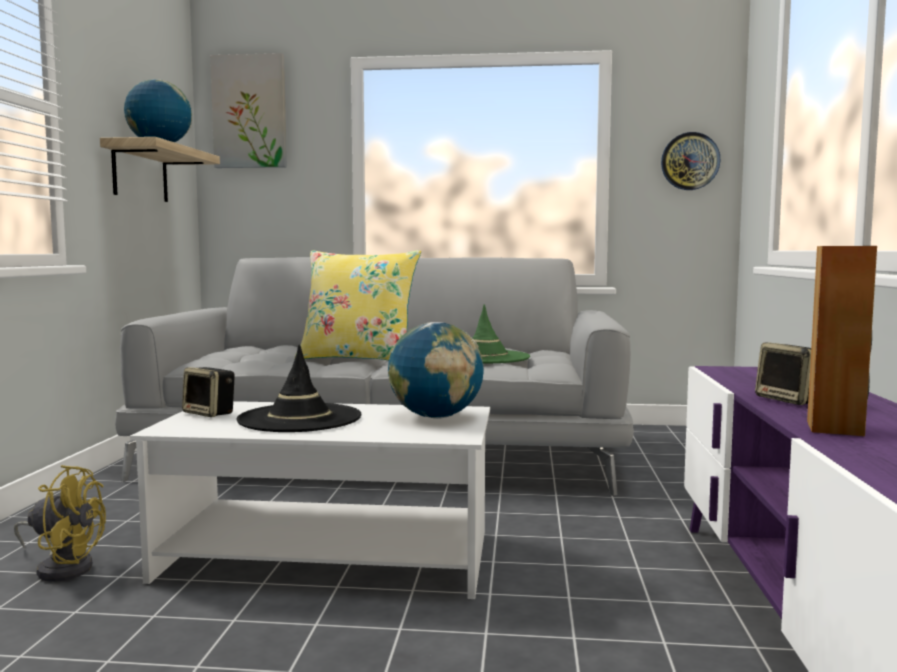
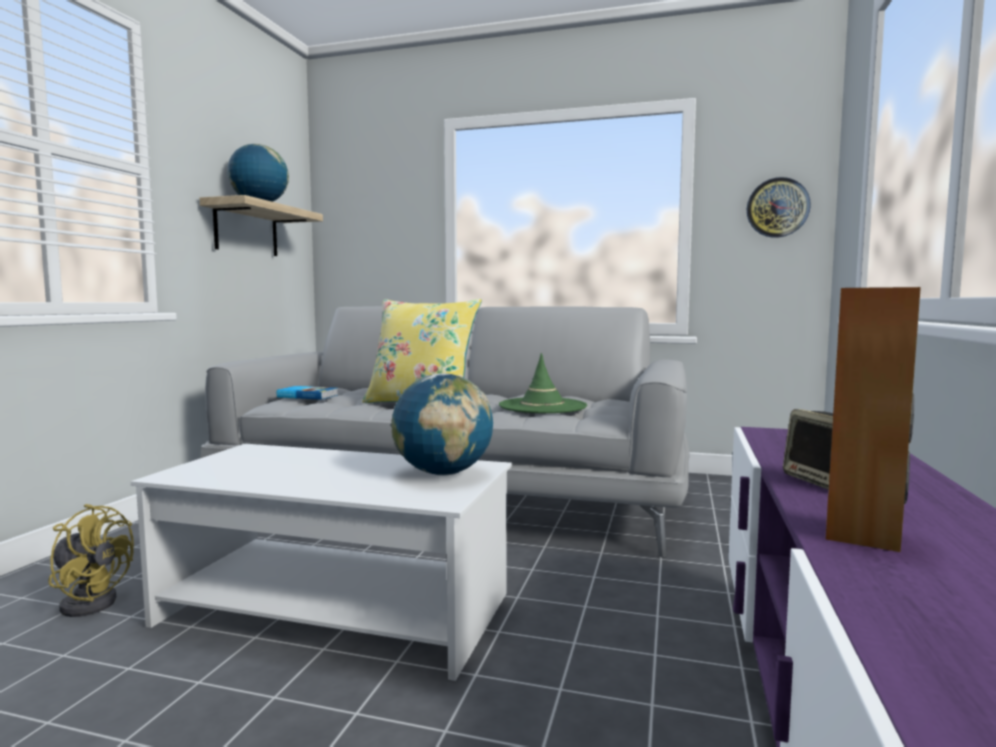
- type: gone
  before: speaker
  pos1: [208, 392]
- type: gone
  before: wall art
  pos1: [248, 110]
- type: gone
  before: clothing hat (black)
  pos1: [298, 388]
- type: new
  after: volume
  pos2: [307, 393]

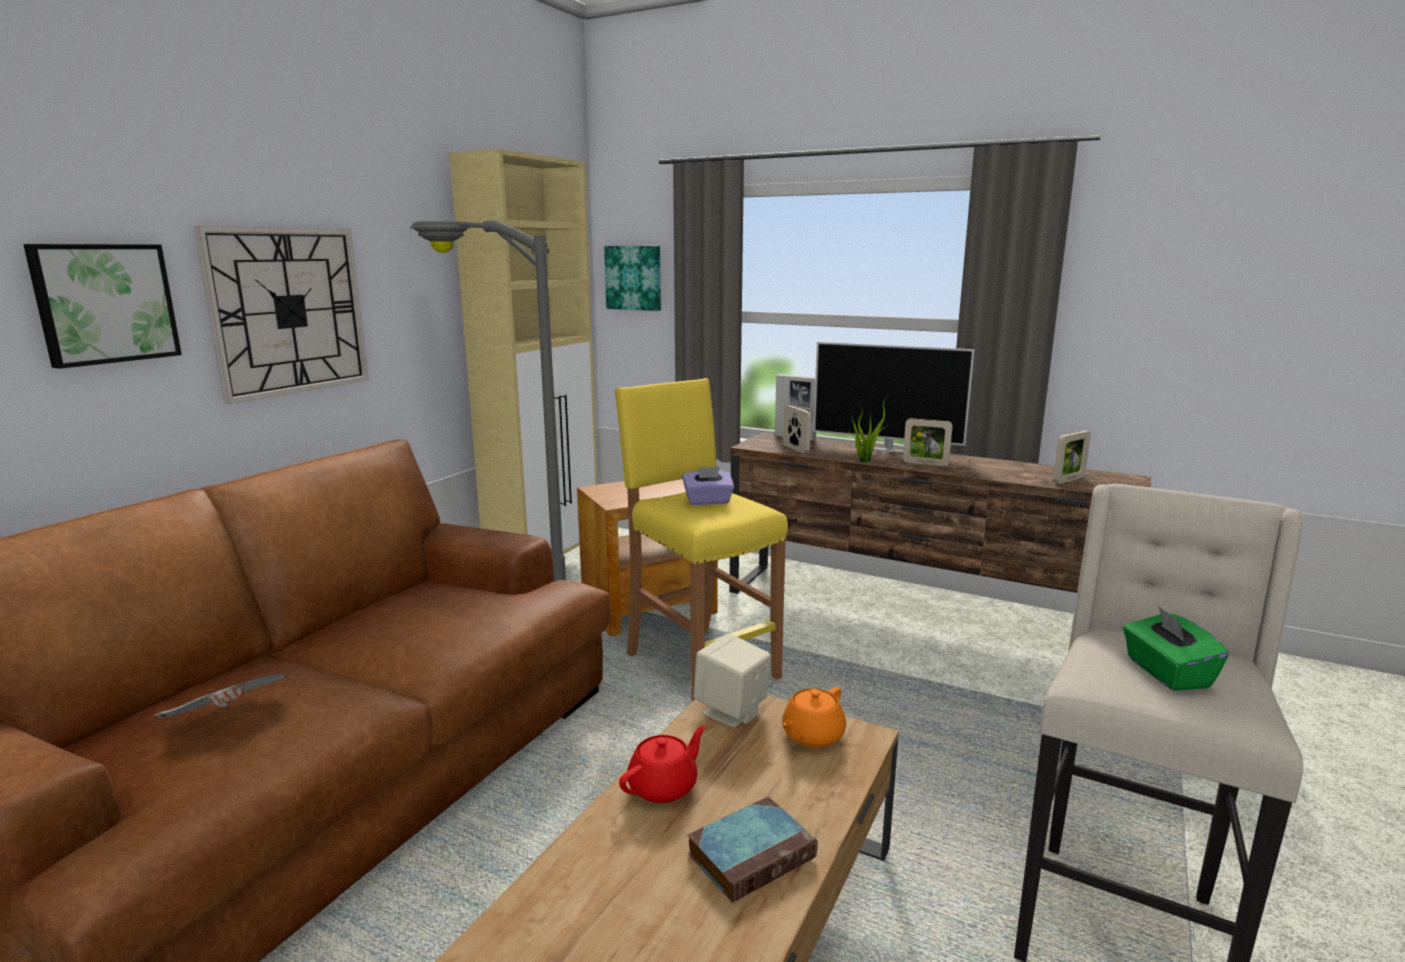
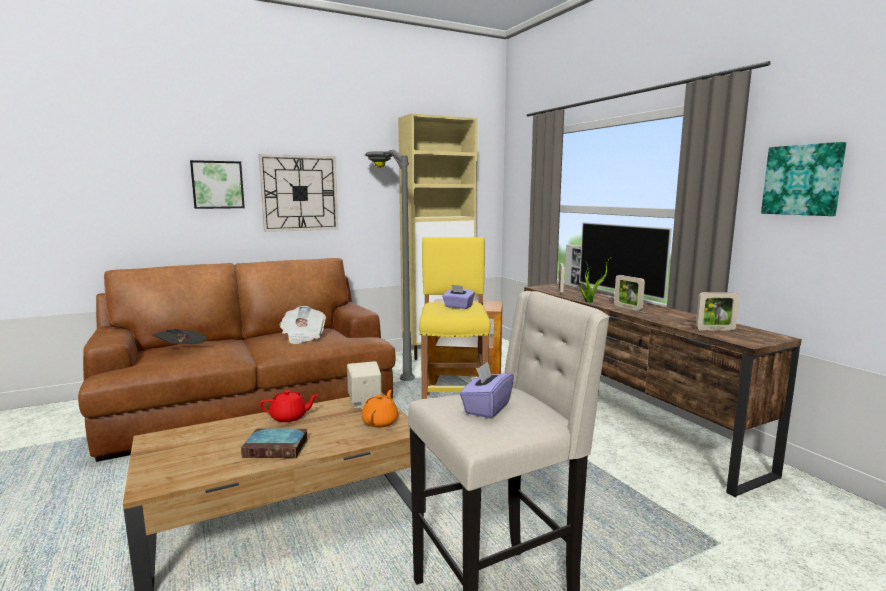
- type: shifted
  before: wall art
  pos1: [632, 278]
  pos2: [803, 179]
- type: rotated
  before: pot for tea (orange-coloured)
  pos1: [814, 717]
  pos2: [379, 409]
  turn: 120
- type: repainted
  before: tissue holder (green)
  after: tissue holder (purple)
  pos1: [1176, 648]
  pos2: [487, 390]
- type: new
  after: printed paper
  pos2: [303, 325]

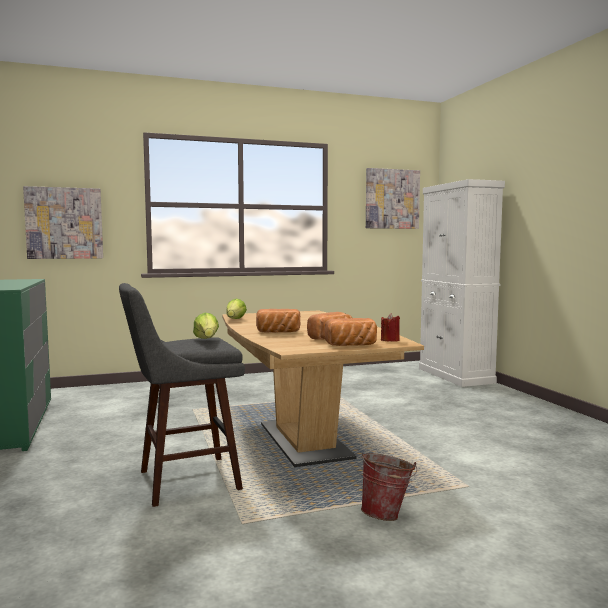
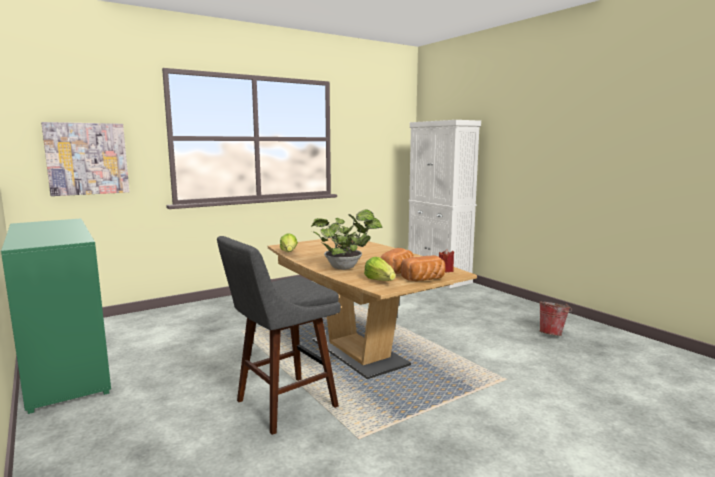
- type: shifted
  before: lettuce head
  pos1: [206, 326]
  pos2: [380, 269]
- type: swapped
  before: bread
  after: potted plant
  pos1: [278, 321]
  pos2: [347, 239]
- type: shifted
  before: bucket
  pos1: [389, 487]
  pos2: [555, 318]
- type: gone
  before: wall art
  pos1: [393, 198]

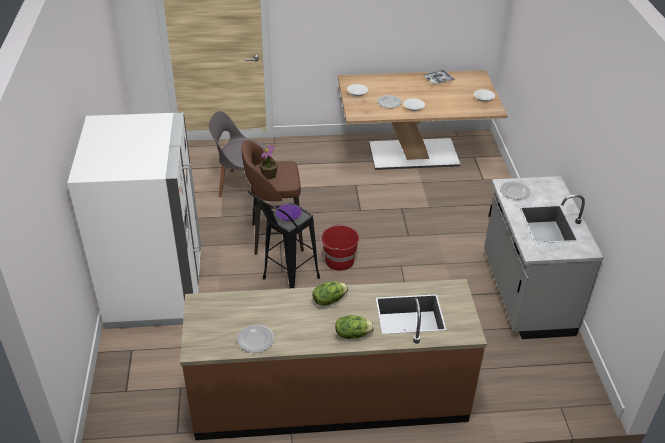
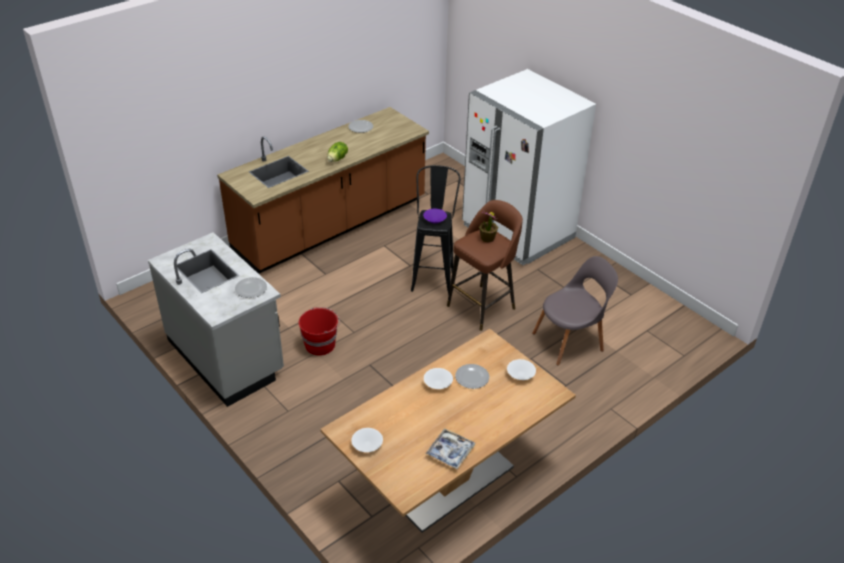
- type: shifted
  before: bucket (red-coloured)
  pos1: [339, 247]
  pos2: [319, 331]
- type: gone
  before: lettuce head
  pos1: [355, 327]

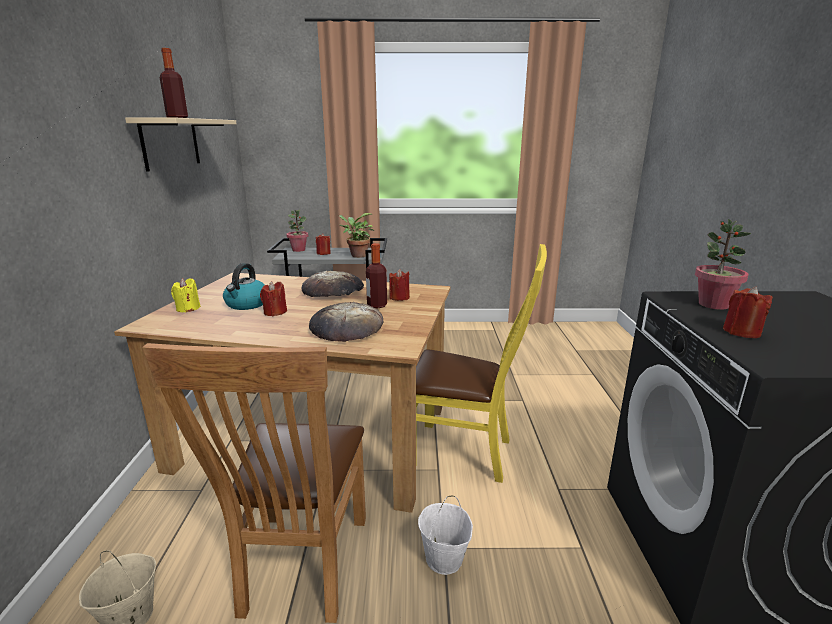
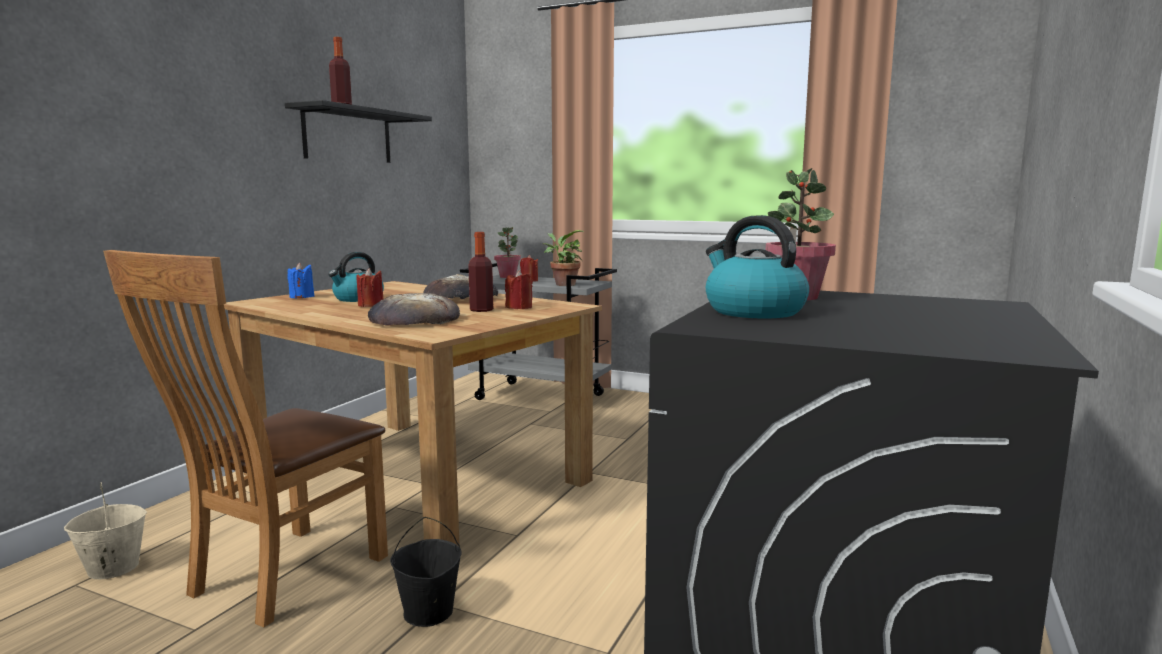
- type: repainted
  before: shelf (beige-coloured)
  after: shelf (black)
  pos1: [181, 145]
  pos2: [358, 131]
- type: repainted
  before: wax candle (yellowish)
  after: wax candle (blue)
  pos1: [186, 295]
  pos2: [300, 281]
- type: gone
  before: chair (yellowish)
  pos1: [481, 363]
- type: repainted
  before: bucket (whitish)
  after: bucket (black)
  pos1: [445, 535]
  pos2: [426, 572]
- type: swapped
  before: wax candle (red-coloured)
  after: water kettle
  pos1: [748, 312]
  pos2: [757, 267]

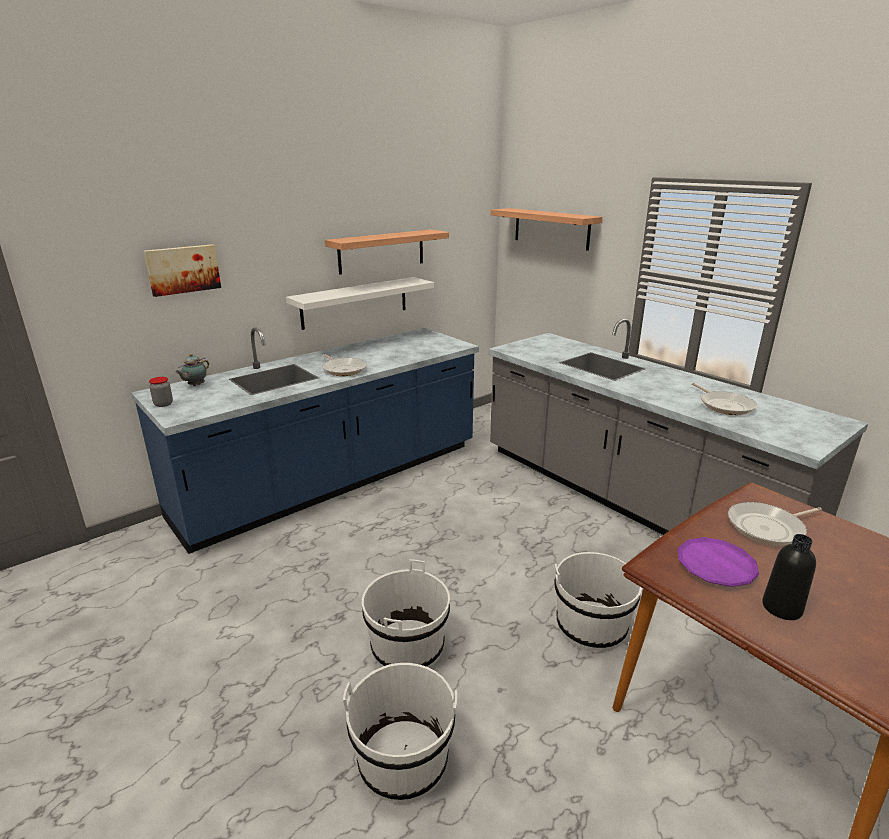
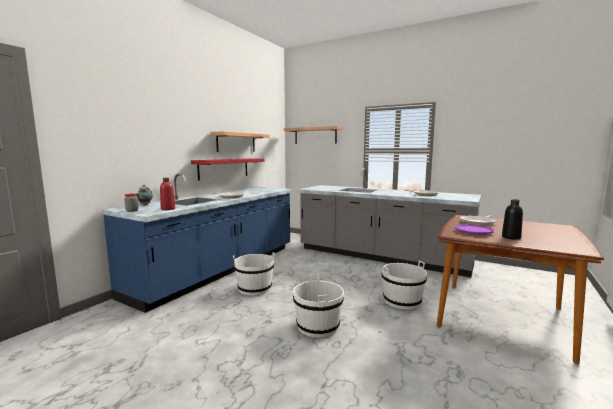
- type: gone
  before: wall art
  pos1: [182, 270]
- type: repainted
  before: shelf (whitish)
  after: shelf (red-coloured)
  pos1: [360, 303]
  pos2: [228, 169]
- type: shifted
  before: bucket (whitish)
  pos1: [400, 733]
  pos2: [254, 274]
- type: new
  after: drink bottle (red-coloured)
  pos2: [167, 194]

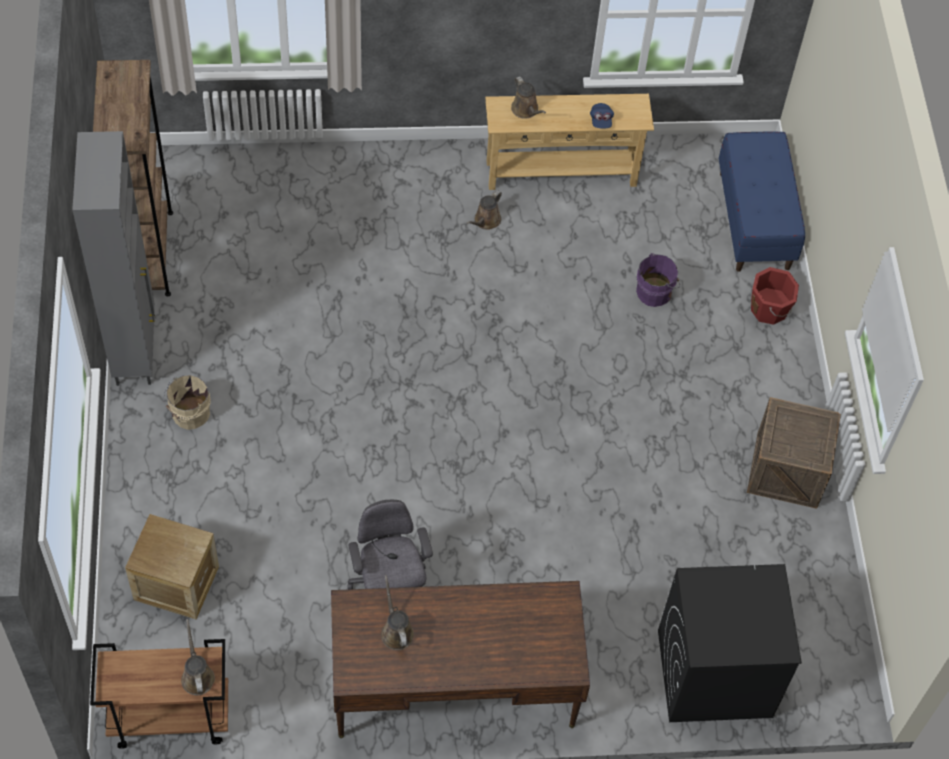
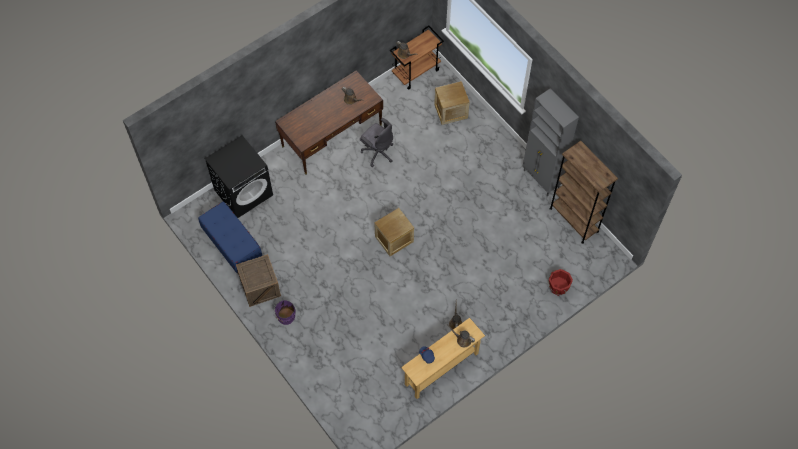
- type: gone
  before: bucket (beige-coloured)
  pos1: [187, 402]
- type: shifted
  before: bucket (purple)
  pos1: [658, 280]
  pos2: [284, 312]
- type: shifted
  before: long seat (blue)
  pos1: [762, 201]
  pos2: [230, 238]
- type: shifted
  before: bucket (red-coloured)
  pos1: [775, 296]
  pos2: [560, 282]
- type: new
  after: packing crate
  pos2: [394, 232]

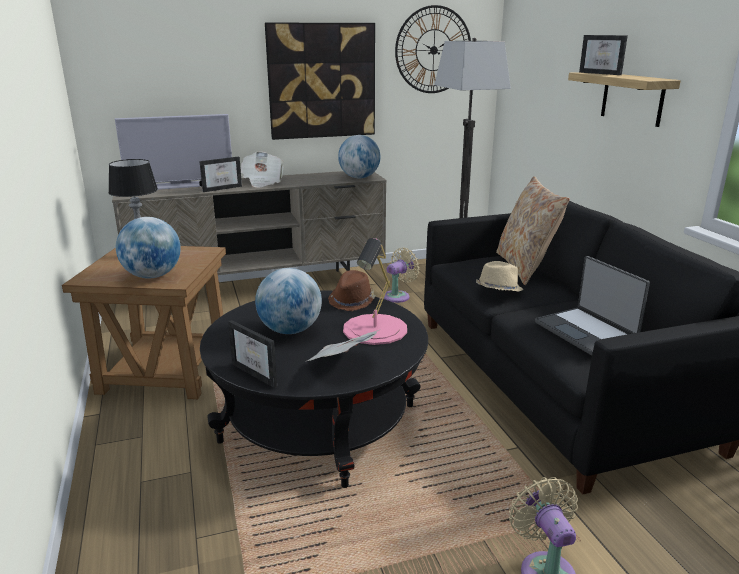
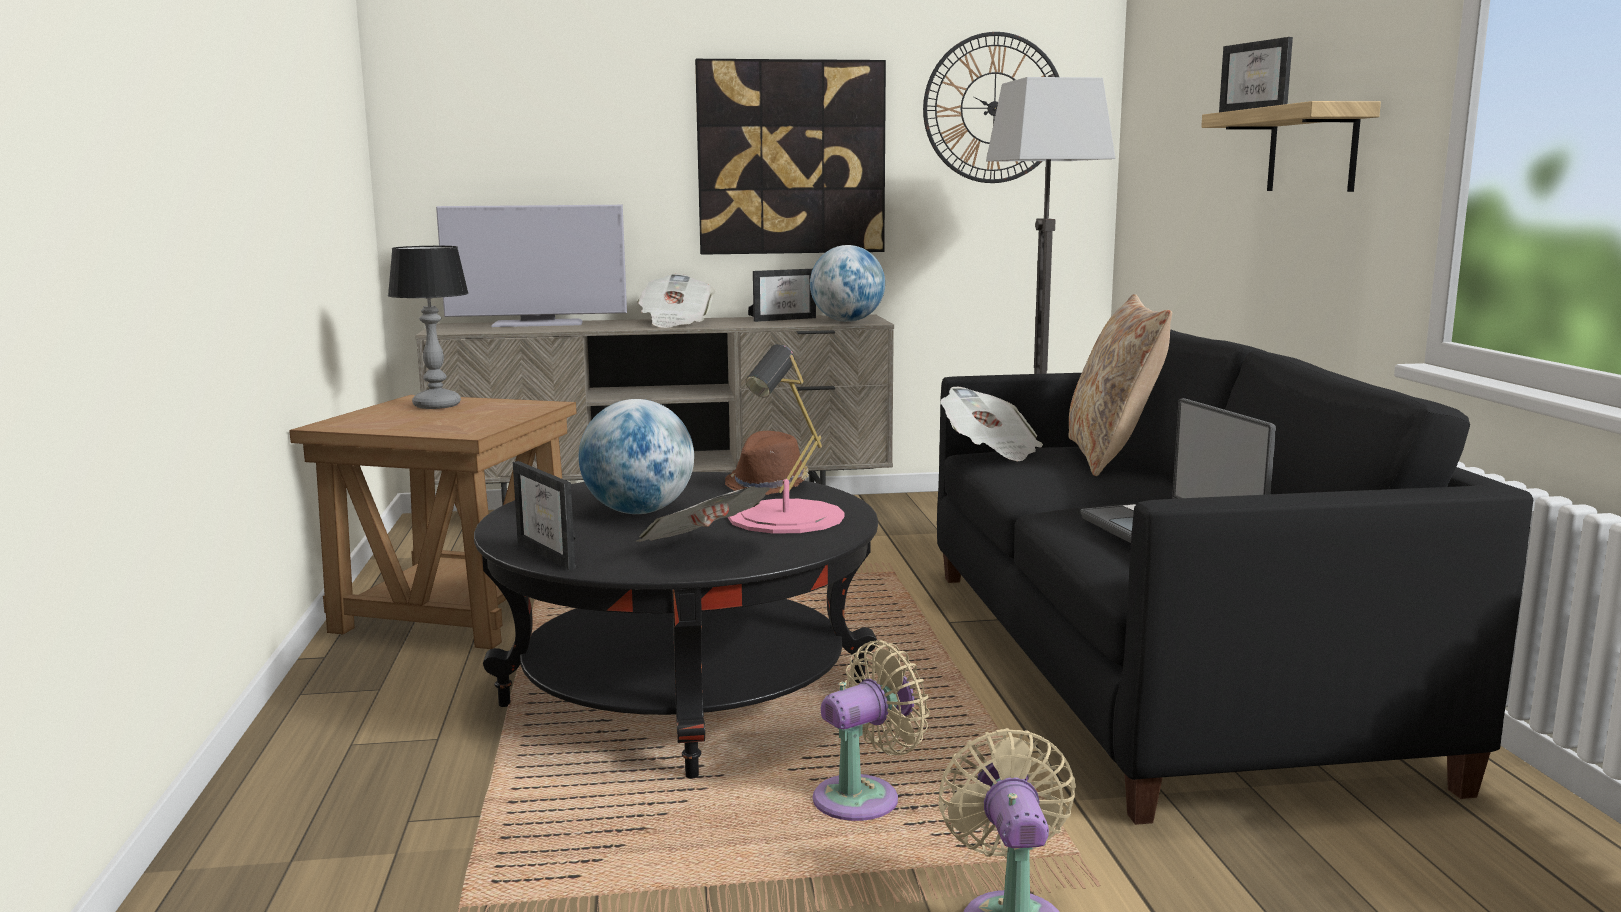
- type: gone
  before: desk globe
  pos1: [148, 248]
- type: shifted
  before: picture frame
  pos1: [220, 174]
  pos2: [782, 295]
- type: shifted
  before: cooling fan (beige-coloured)
  pos1: [402, 275]
  pos2: [871, 730]
- type: gone
  before: clothing hat (beige-coloured)
  pos1: [499, 276]
- type: new
  after: printed paper
  pos2: [992, 424]

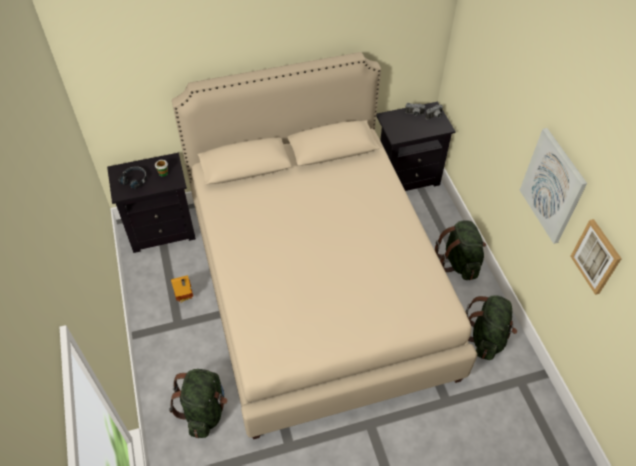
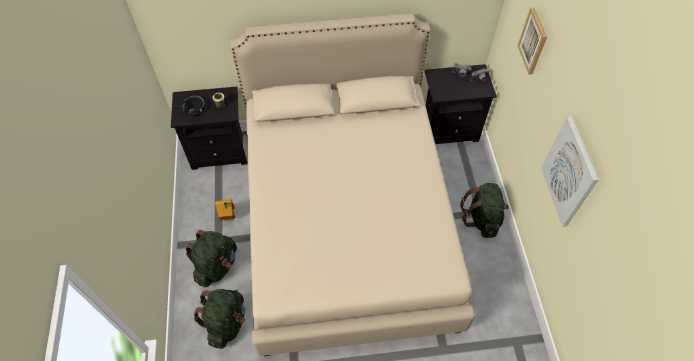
- type: shifted
  before: backpack (green)
  pos1: [491, 327]
  pos2: [211, 258]
- type: shifted
  before: wall art
  pos1: [596, 257]
  pos2: [532, 41]

